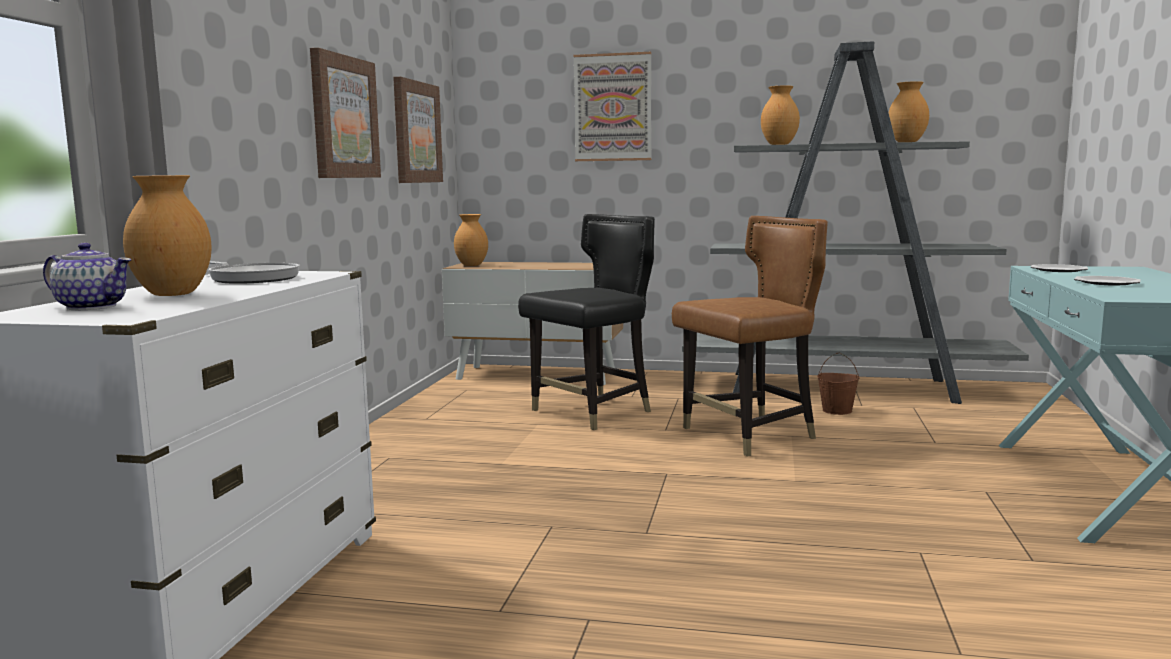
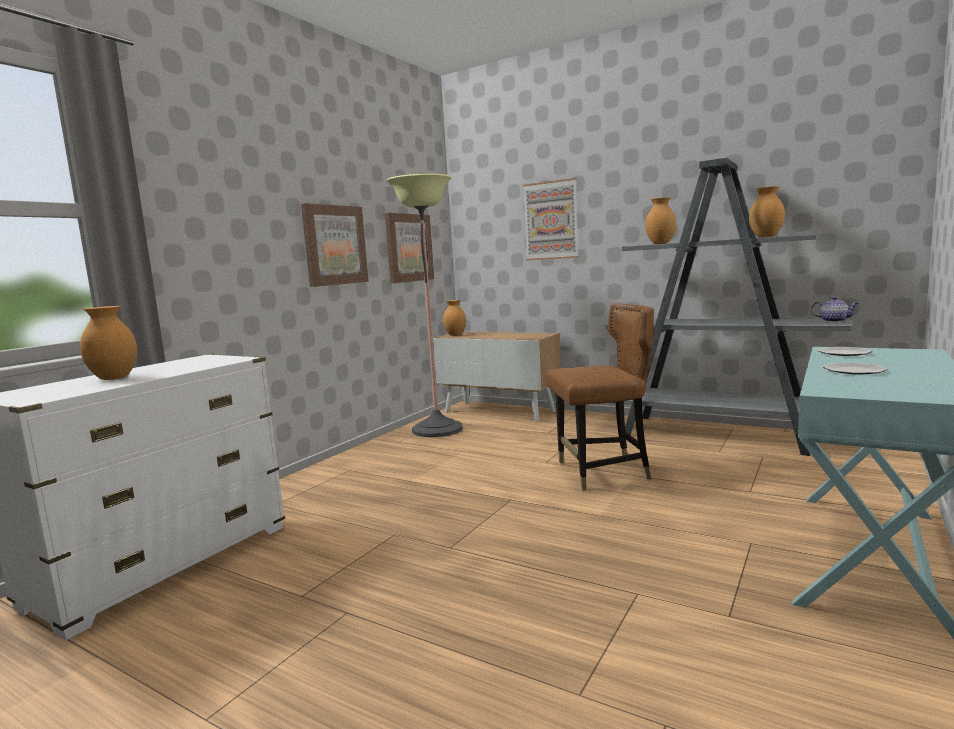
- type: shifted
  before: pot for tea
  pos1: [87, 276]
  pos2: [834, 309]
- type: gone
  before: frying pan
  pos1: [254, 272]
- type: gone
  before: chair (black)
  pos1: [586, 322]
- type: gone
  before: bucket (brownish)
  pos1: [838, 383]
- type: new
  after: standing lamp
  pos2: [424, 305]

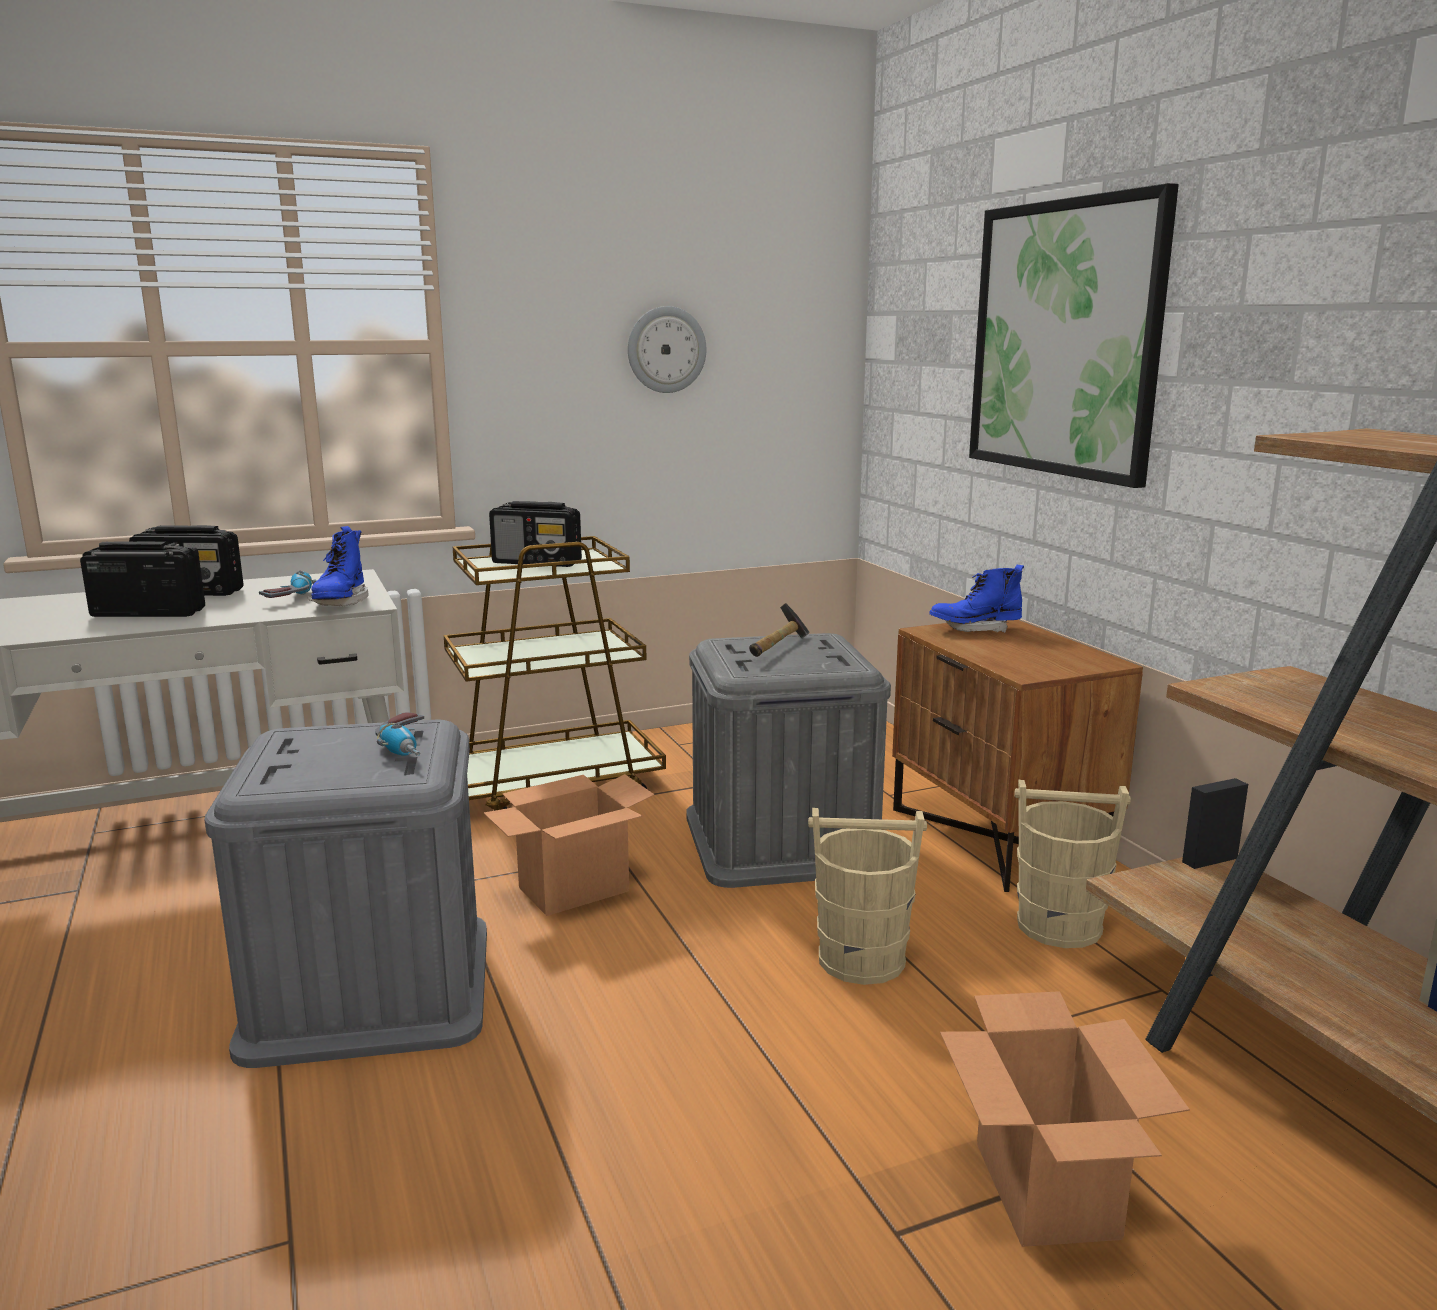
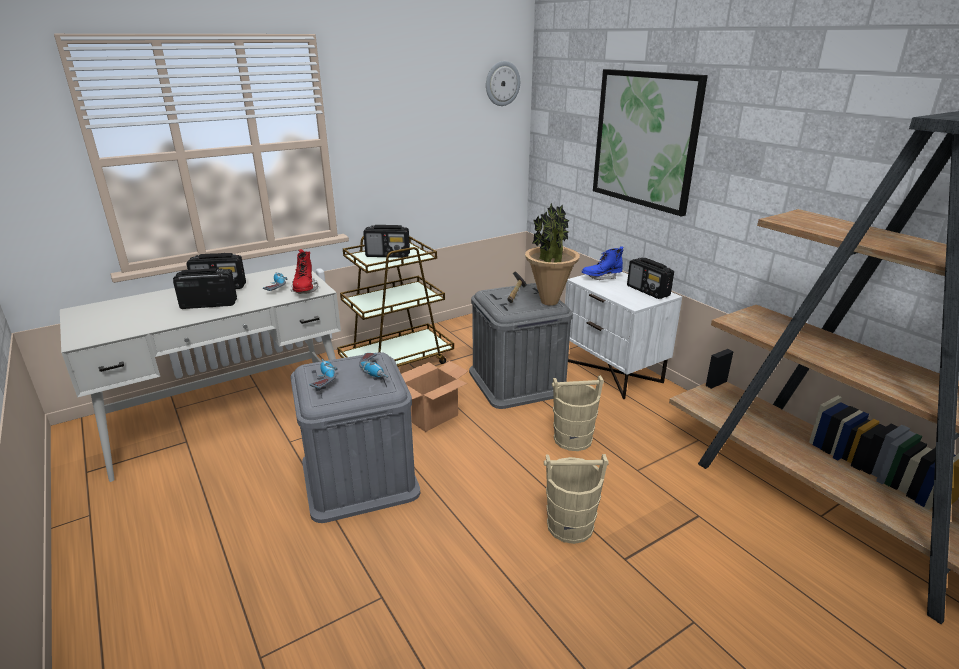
- type: repainted
  before: tall boot (blue)
  after: tall boot (red-coloured)
  pos1: [338, 566]
  pos2: [304, 271]
- type: shifted
  before: wall clock
  pos1: [667, 349]
  pos2: [503, 83]
- type: repainted
  before: bedside table (brownish)
  after: bedside table (whitish)
  pos1: [1017, 756]
  pos2: [623, 335]
- type: gone
  before: carton
  pos1: [1065, 1119]
- type: shifted
  before: bucket (beige-coloured)
  pos1: [1072, 863]
  pos2: [576, 499]
- type: new
  after: drill
  pos2: [323, 374]
- type: new
  after: potted plant
  pos2: [552, 254]
- type: new
  after: radio receiver
  pos2: [650, 278]

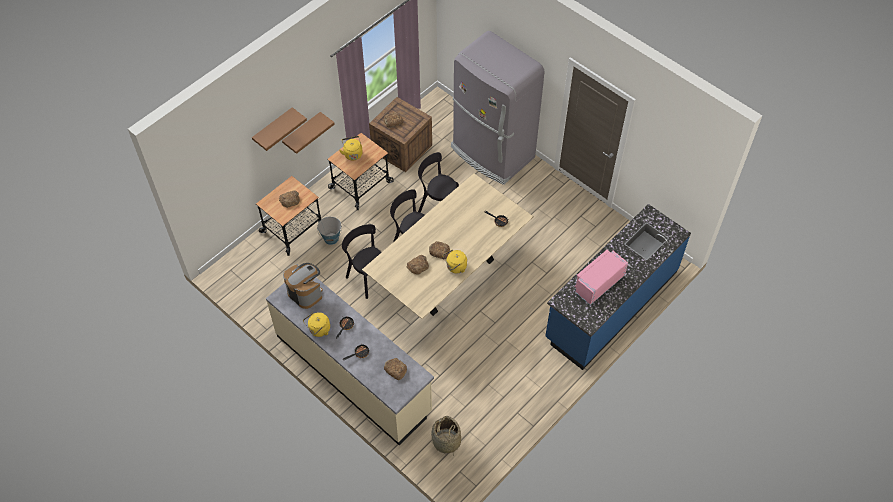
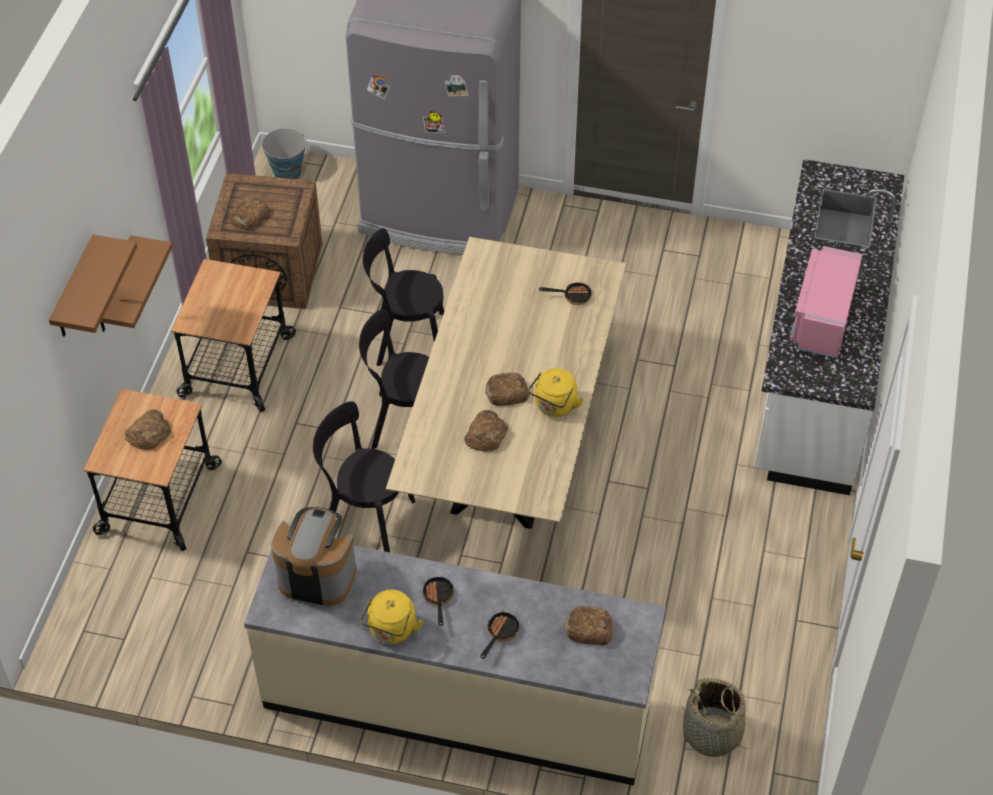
- type: shifted
  before: bucket
  pos1: [329, 231]
  pos2: [285, 153]
- type: gone
  before: water kettle (yellowish)
  pos1: [351, 148]
- type: repainted
  before: kitchen counter (blue)
  after: kitchen counter (whitish)
  pos1: [618, 287]
  pos2: [829, 327]

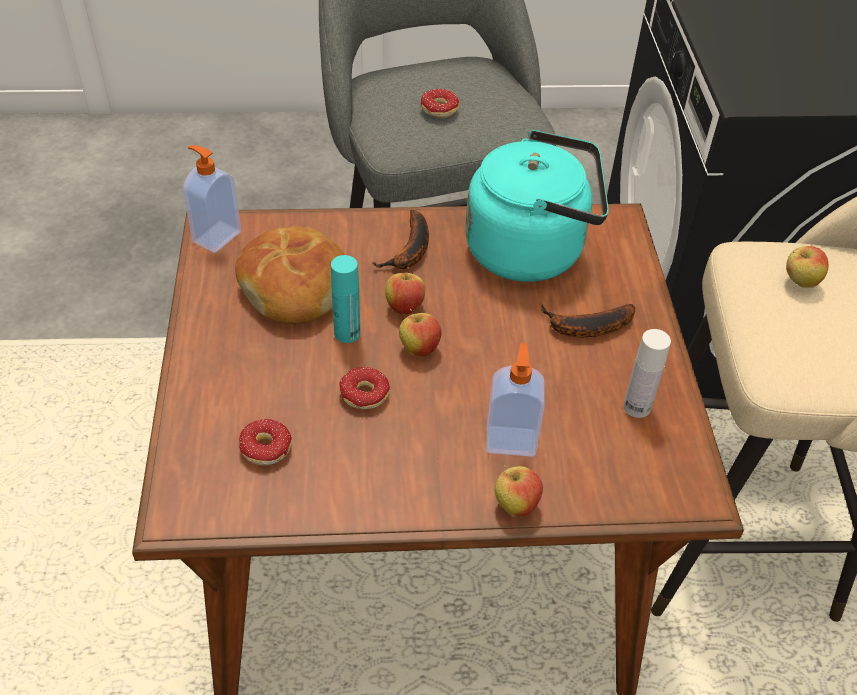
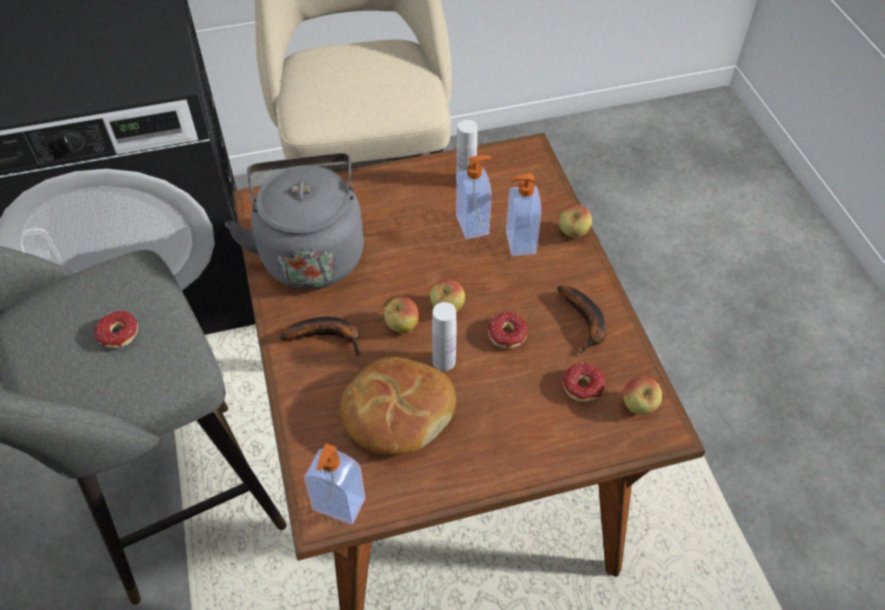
- type: repainted
  before: drink bottle (turquoise)
  after: drink bottle (whitish)
  pos1: [345, 299]
  pos2: [444, 336]
- type: repainted
  before: water kettle (turquoise)
  after: water kettle (grey)
  pos1: [537, 206]
  pos2: [294, 221]
- type: shifted
  before: whole banana
  pos1: [588, 320]
  pos2: [582, 319]
- type: shifted
  before: apple
  pos1: [807, 267]
  pos2: [642, 396]
- type: new
  after: soap bottle
  pos2: [474, 197]

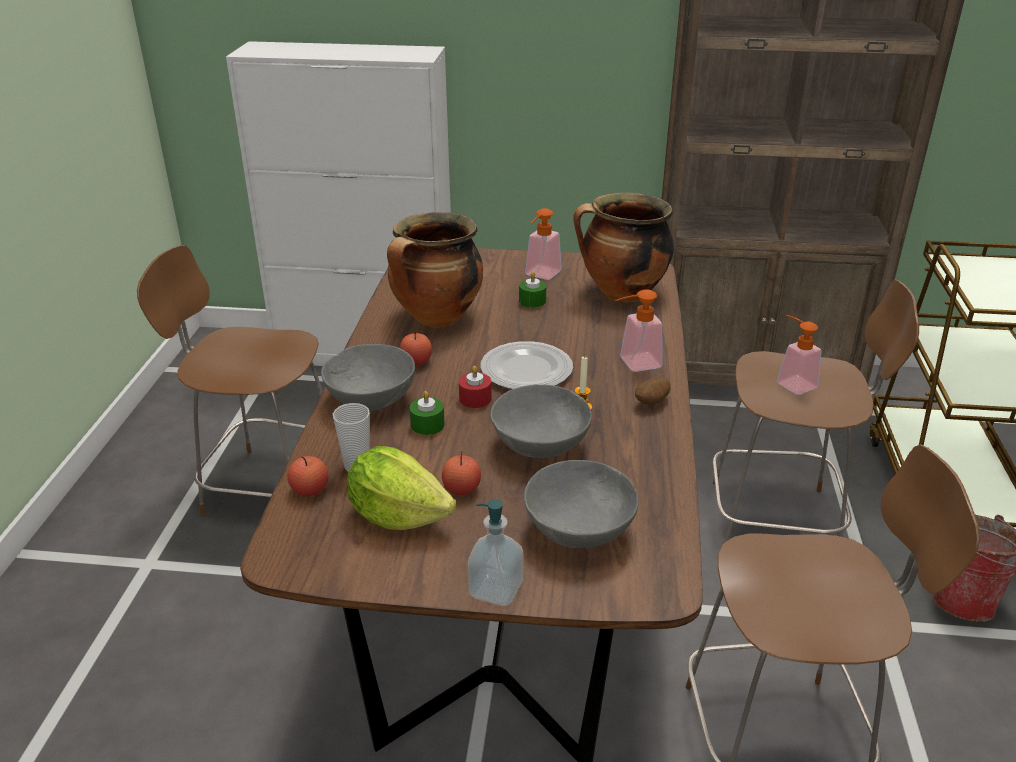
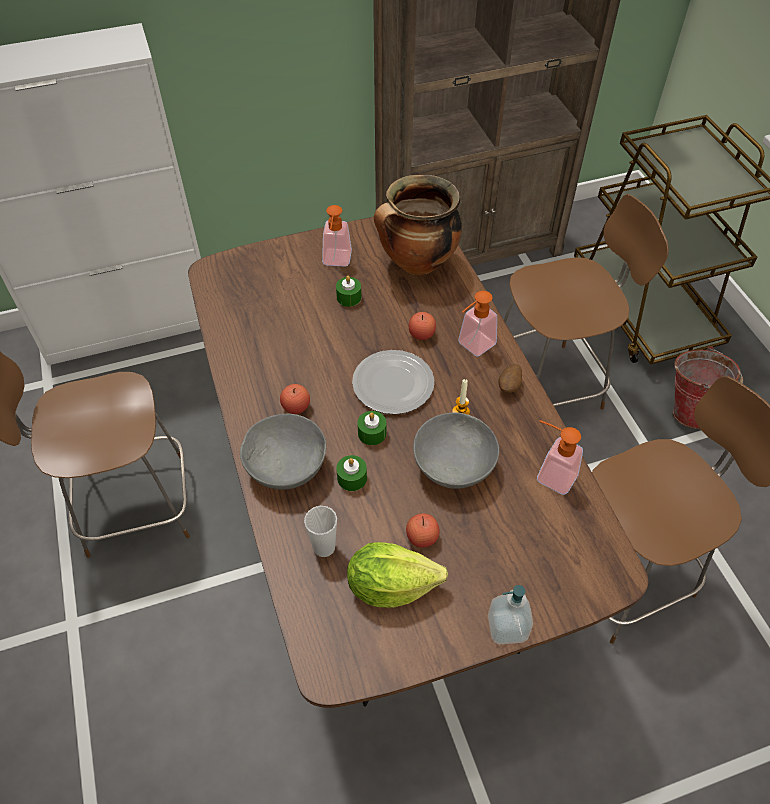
- type: shifted
  before: apple
  pos1: [308, 476]
  pos2: [422, 326]
- type: gone
  before: saucepot
  pos1: [435, 269]
- type: repainted
  before: wax candle (red-coloured)
  after: wax candle (green)
  pos1: [475, 387]
  pos2: [371, 428]
- type: gone
  before: serving bowl (grey)
  pos1: [581, 504]
- type: shifted
  before: soap bottle
  pos1: [799, 355]
  pos2: [560, 457]

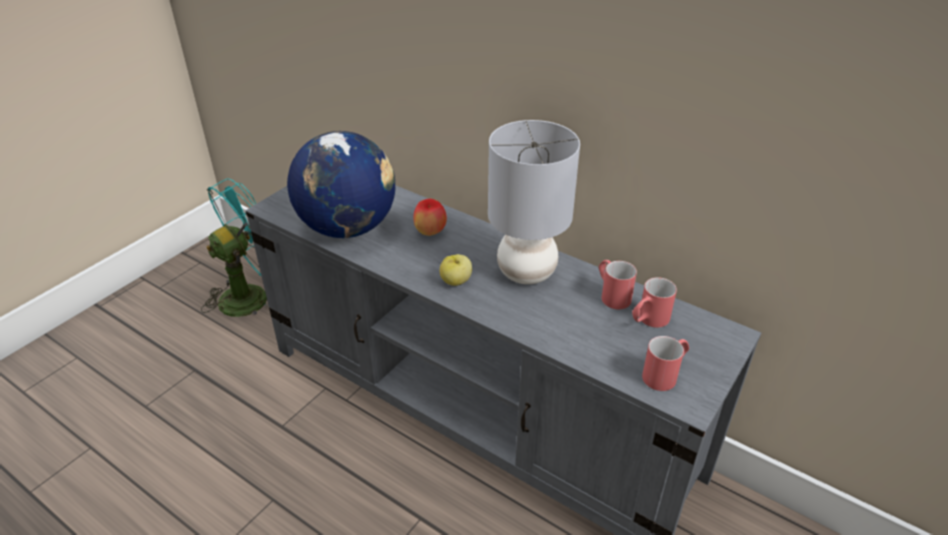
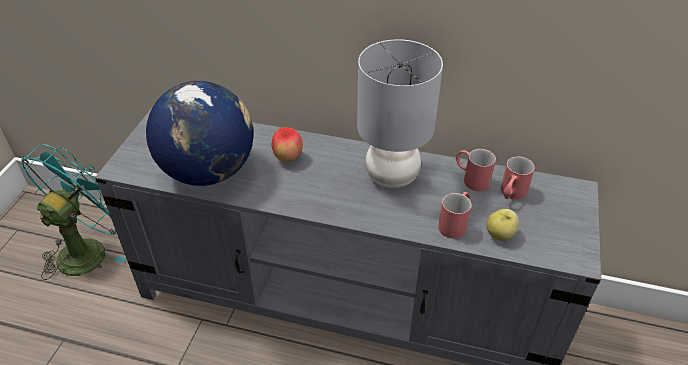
- type: shifted
  before: apple
  pos1: [455, 270]
  pos2: [502, 225]
- type: shifted
  before: coffee mug (red-coloured)
  pos1: [665, 363]
  pos2: [455, 215]

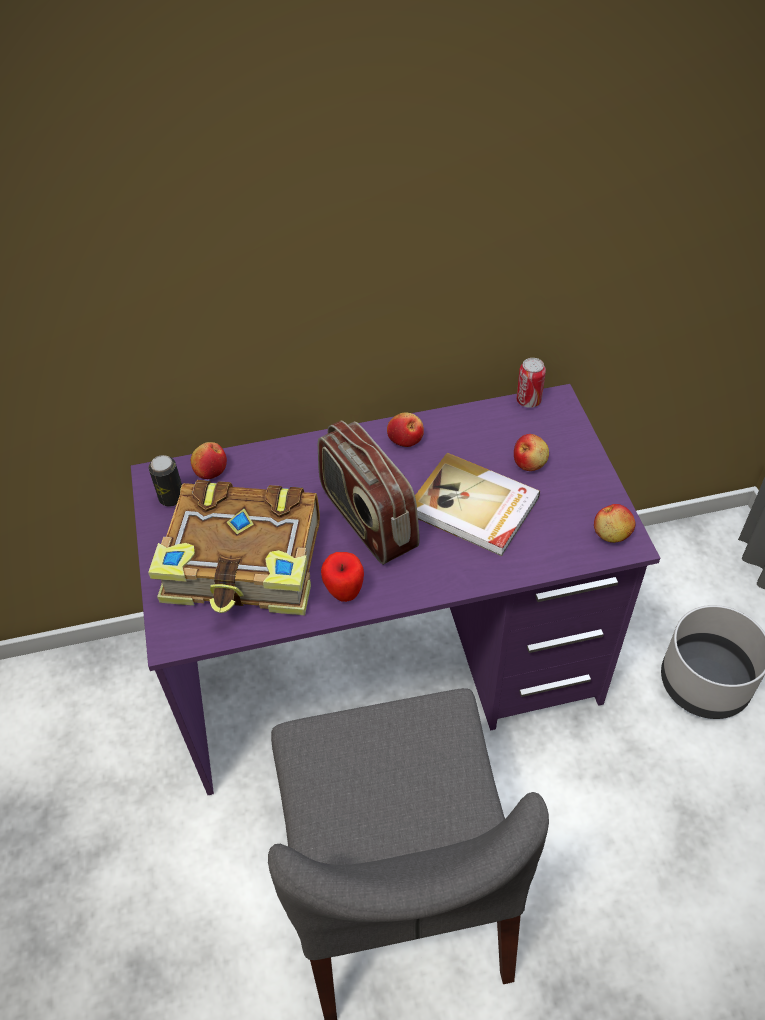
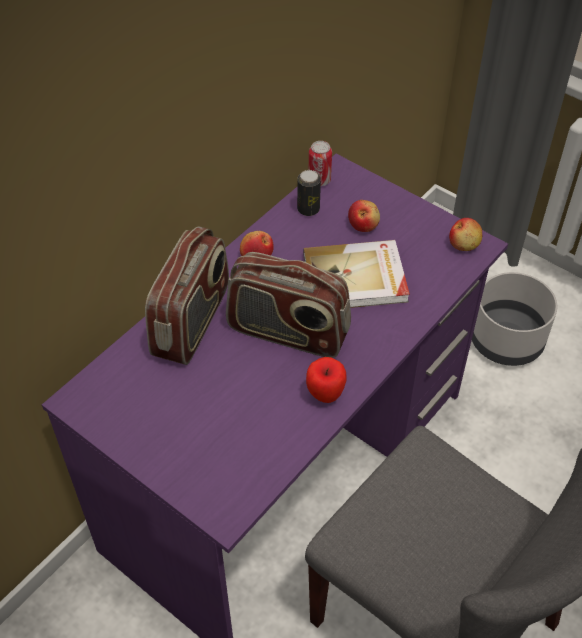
- type: shifted
  before: can
  pos1: [165, 480]
  pos2: [309, 193]
- type: gone
  before: volume
  pos1: [234, 547]
- type: gone
  before: apple
  pos1: [209, 460]
- type: new
  after: radio receiver
  pos2: [187, 295]

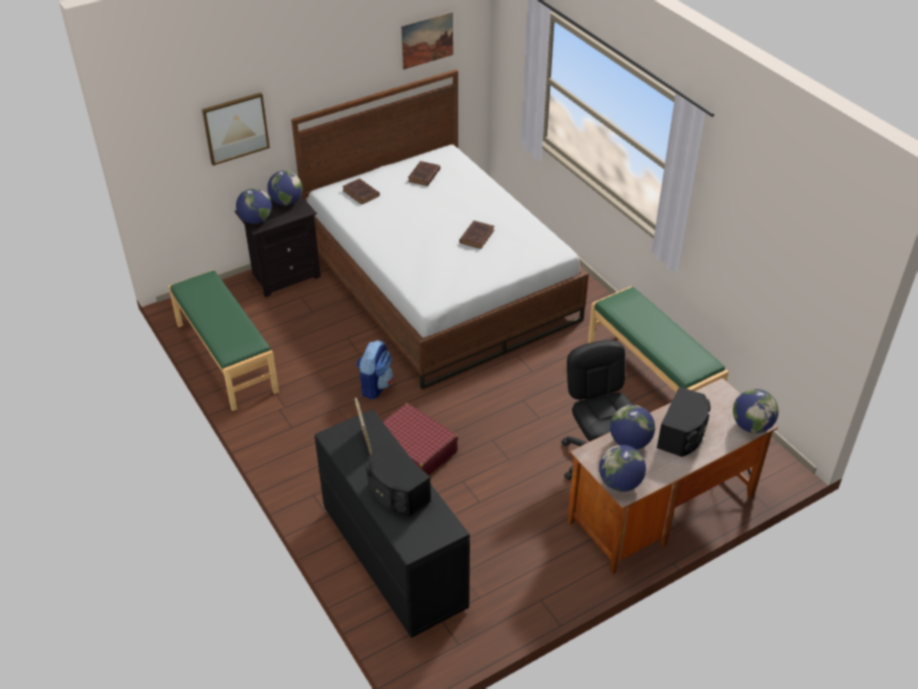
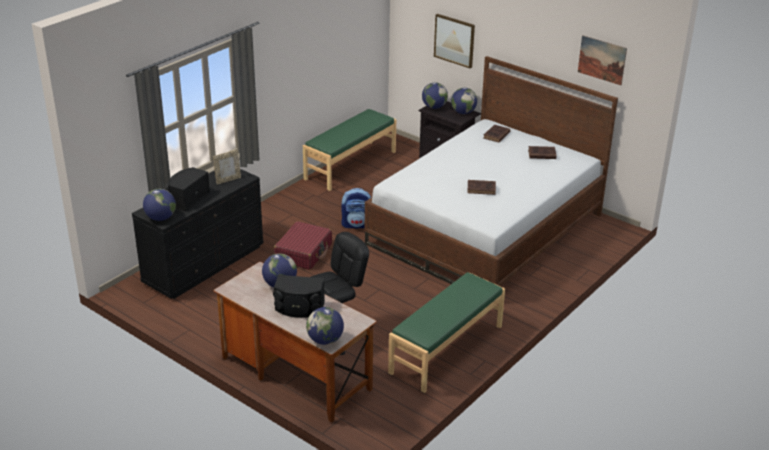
- type: shifted
  before: desk globe
  pos1: [622, 468]
  pos2: [159, 205]

